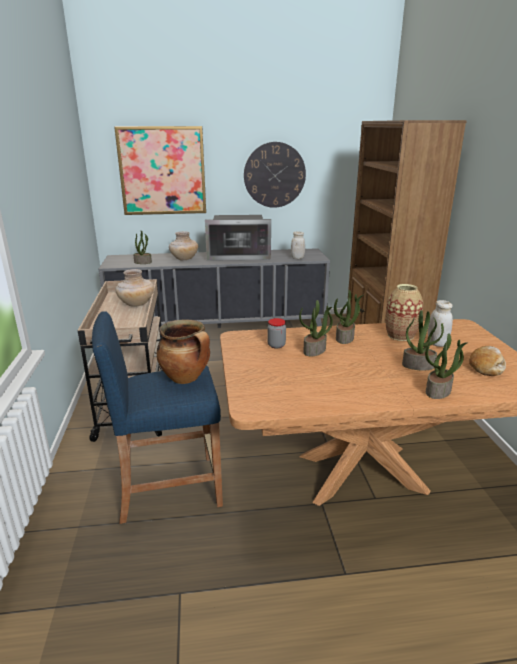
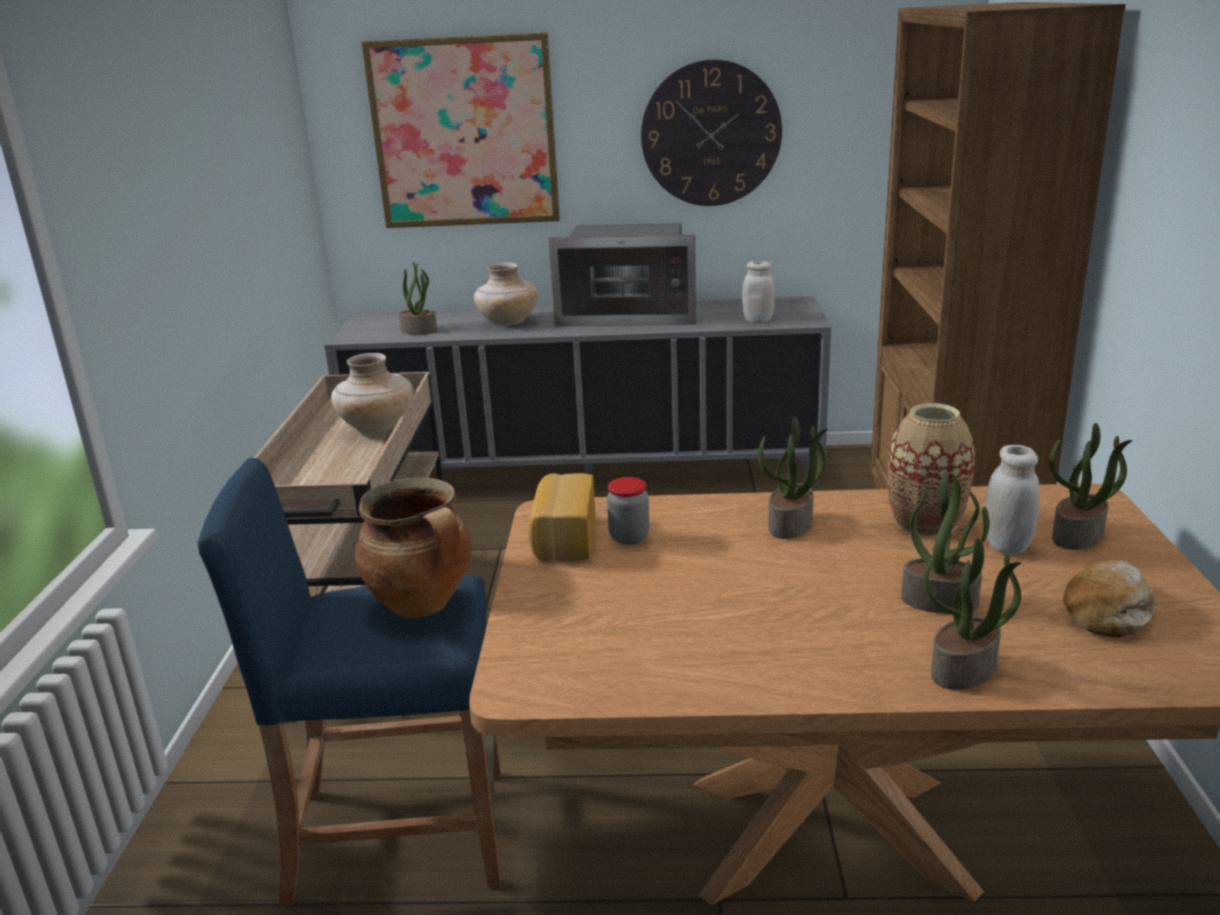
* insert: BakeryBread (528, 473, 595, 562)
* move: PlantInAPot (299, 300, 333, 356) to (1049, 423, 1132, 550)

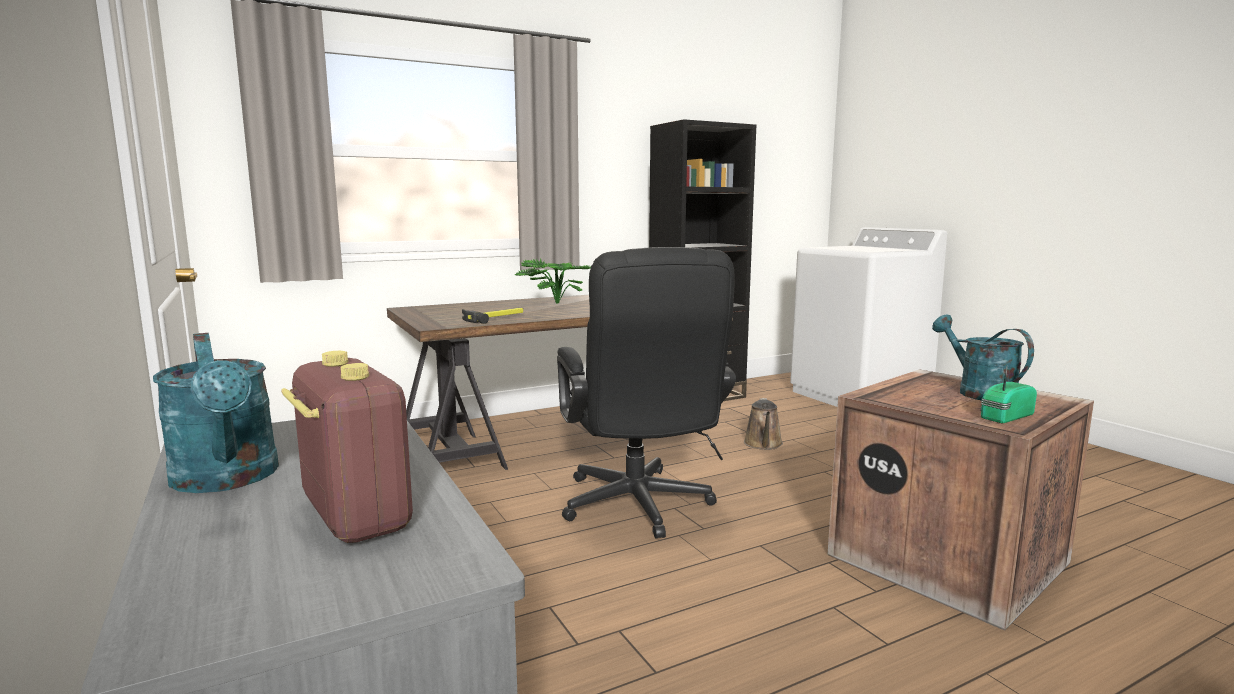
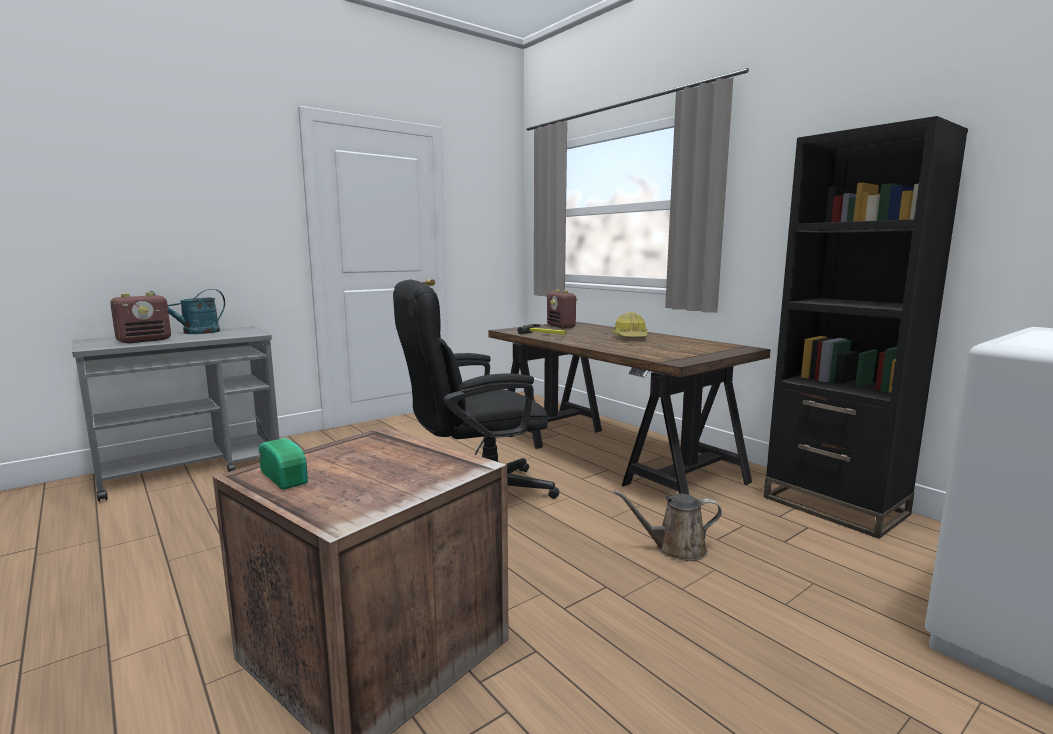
* delete: BlueGreenSprinklingCan (932, 315, 1034, 401)
* insert: RadioReceiver (547, 289, 578, 329)
* replace: PlantInAPot (514, 259, 591, 304) to HardHat (612, 312, 648, 337)

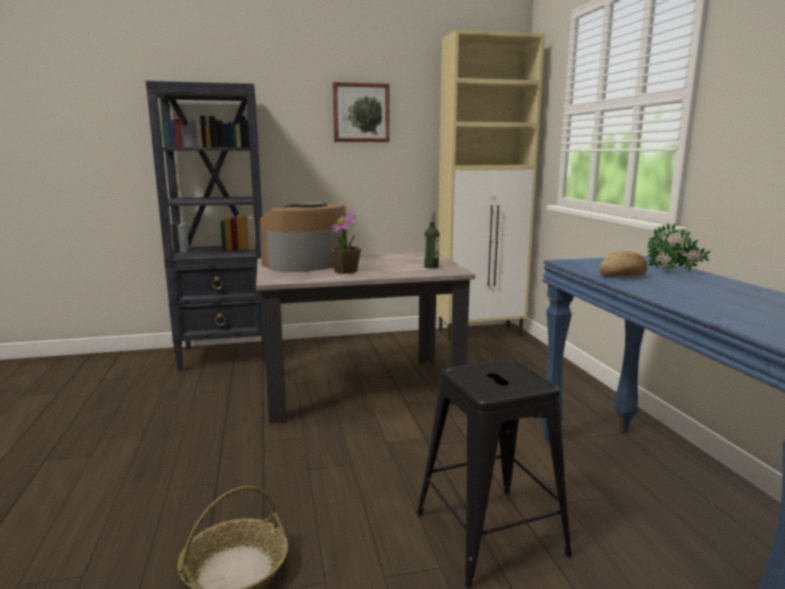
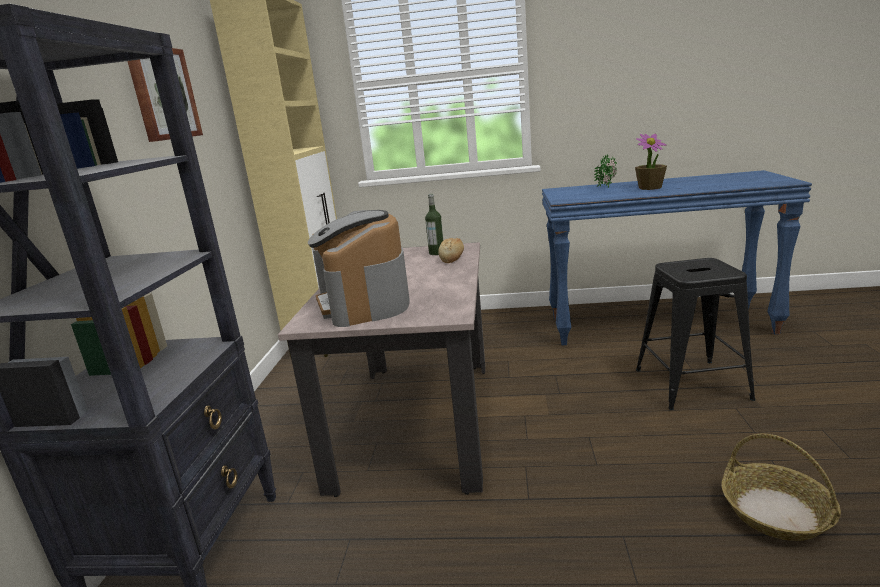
* move: PlantInAPot (329, 213, 361, 274) to (635, 134, 667, 190)
* move: BakeryBread (599, 251, 647, 277) to (438, 238, 464, 263)

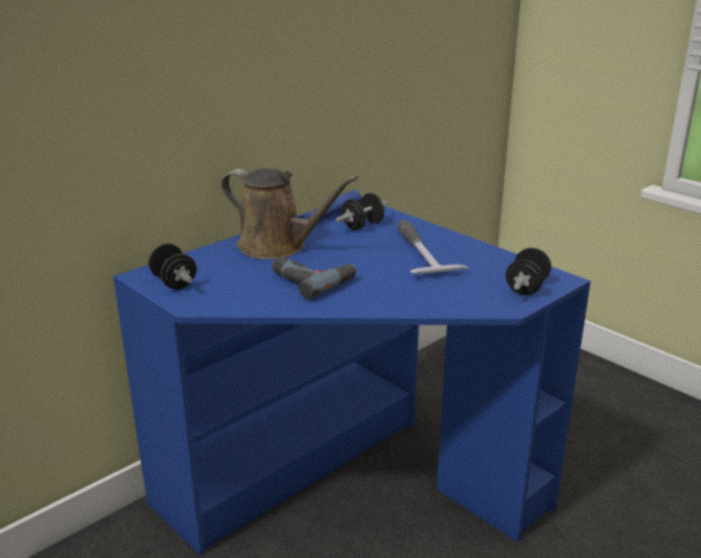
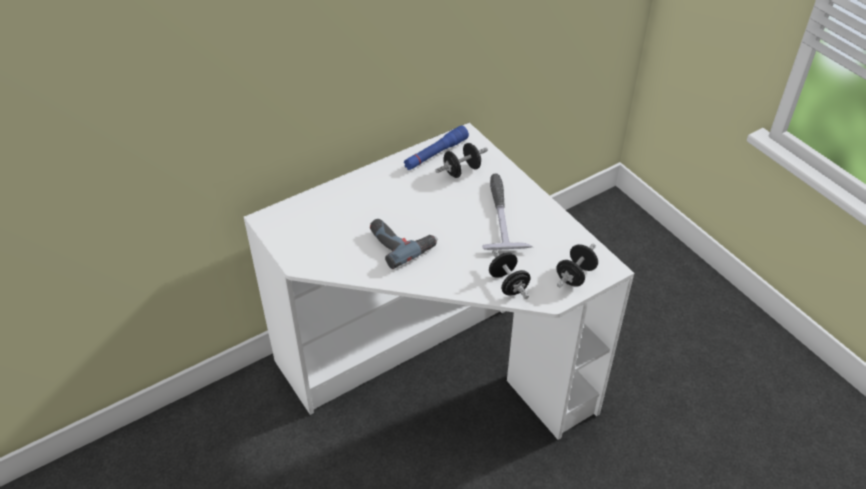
* delete: BrownSprinklingCan (221, 168, 358, 259)
* move: BlackishHandWeight (148, 243, 197, 289) to (489, 250, 530, 299)
* recolor: BlueDeskTable (113, 206, 591, 556) to WhiteDeskTable (244, 123, 634, 440)

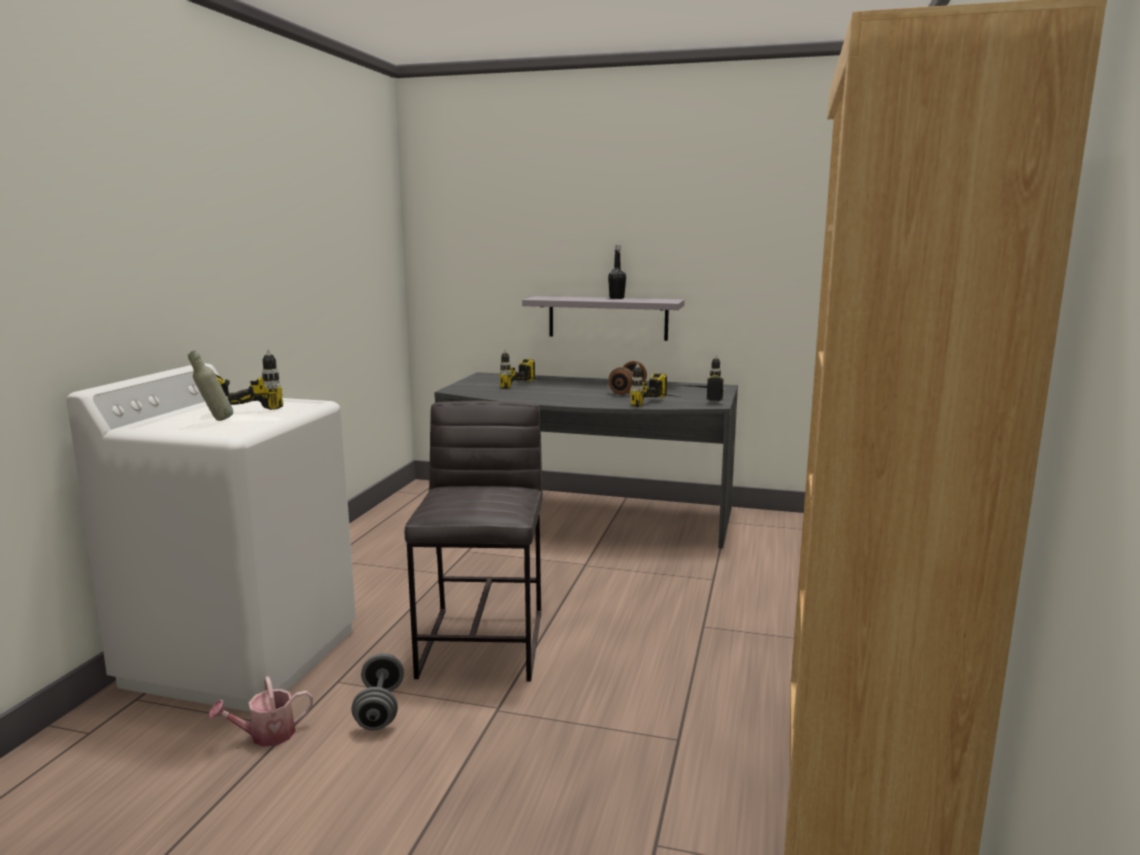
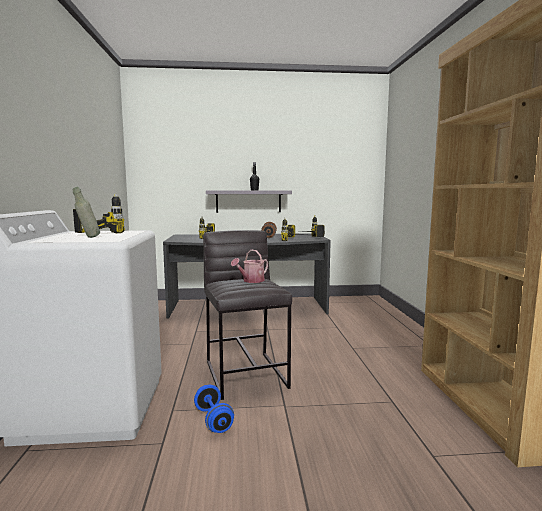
* move: SprinklingCan (208, 676, 313, 747) to (231, 250, 268, 283)
* recolor: GrayHandWeight (351, 653, 404, 731) to BlueHandWeight (194, 385, 234, 433)

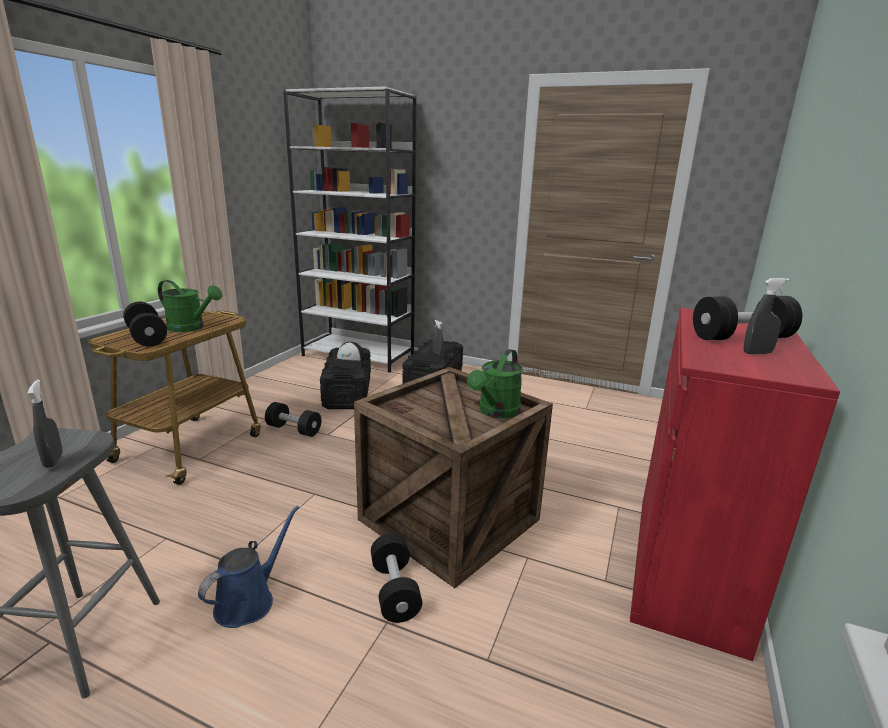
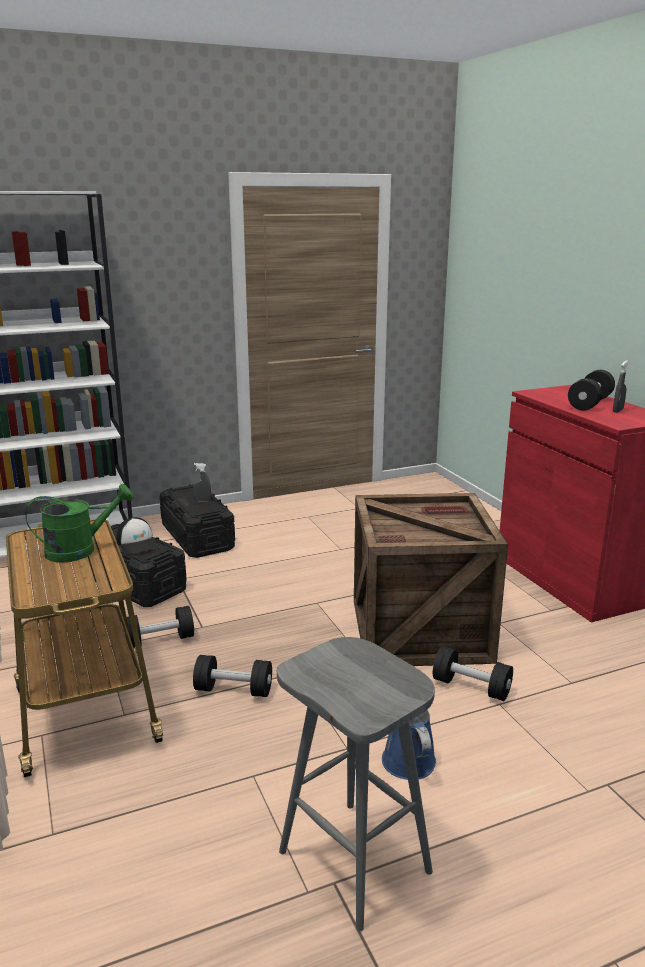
* delete: GrayHandSprayer (27, 380, 63, 468)
* delete: GreenishSprinklingCan (467, 349, 523, 418)
* move: BlackishHandWeight (123, 302, 167, 347) to (193, 655, 272, 697)

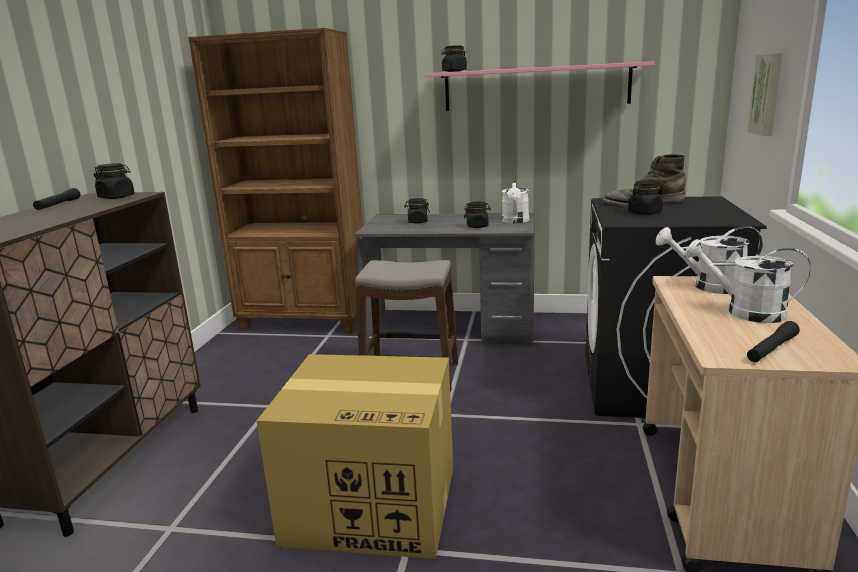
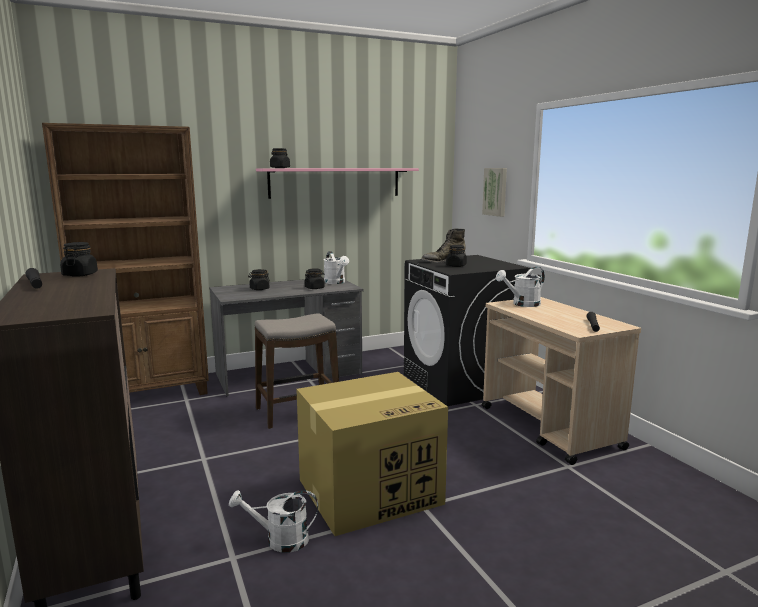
* move: WhiteSprinklingCan (684, 239, 811, 323) to (229, 490, 318, 553)

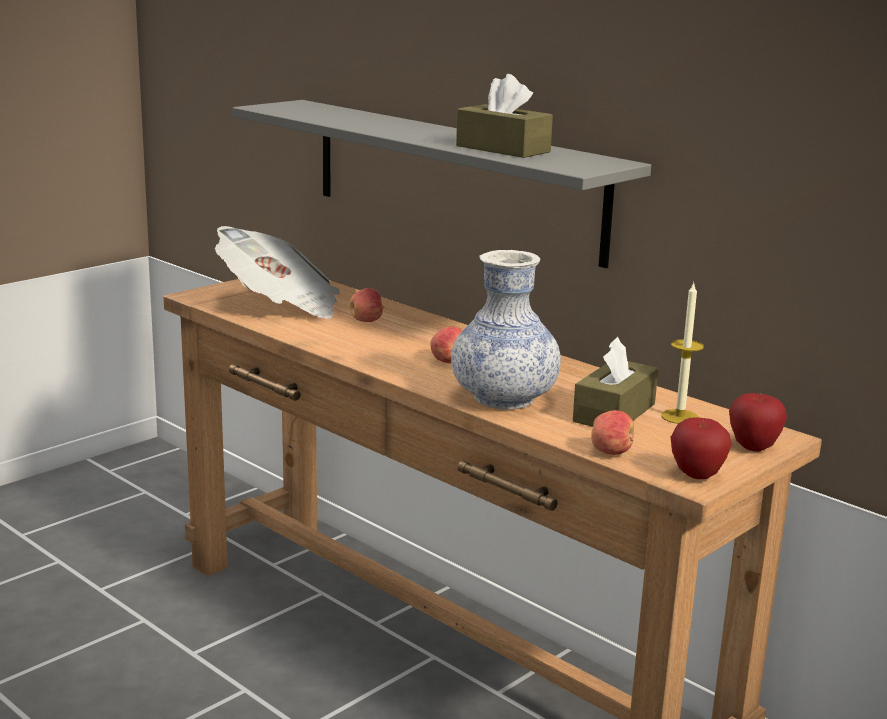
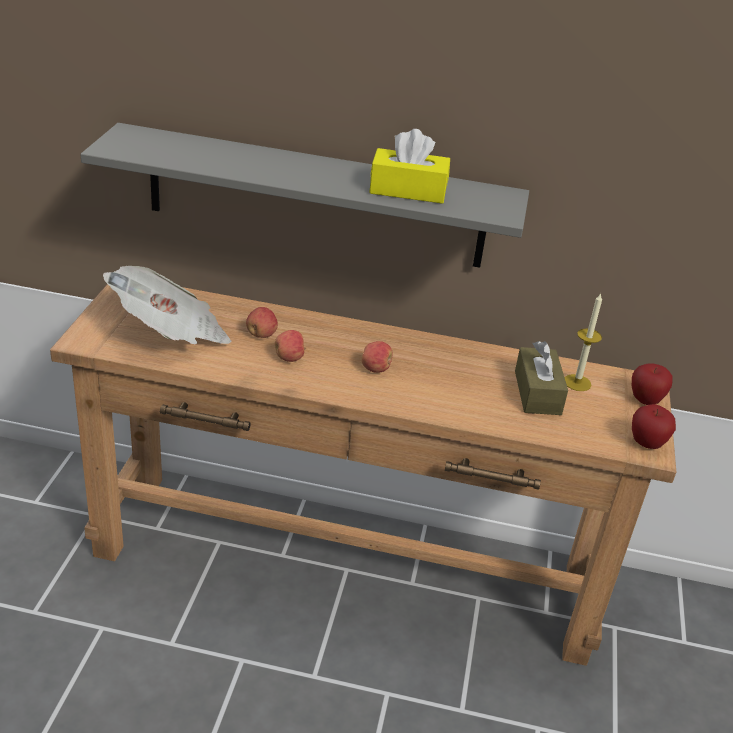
* delete: DecorativeVase (451, 250, 561, 410)
* move: AppleFruit (591, 410, 634, 455) to (275, 330, 306, 362)
* recolor: BrownBoxOfTissues (456, 74, 553, 158) to YellowColouredBoxOfTissues (369, 129, 450, 204)

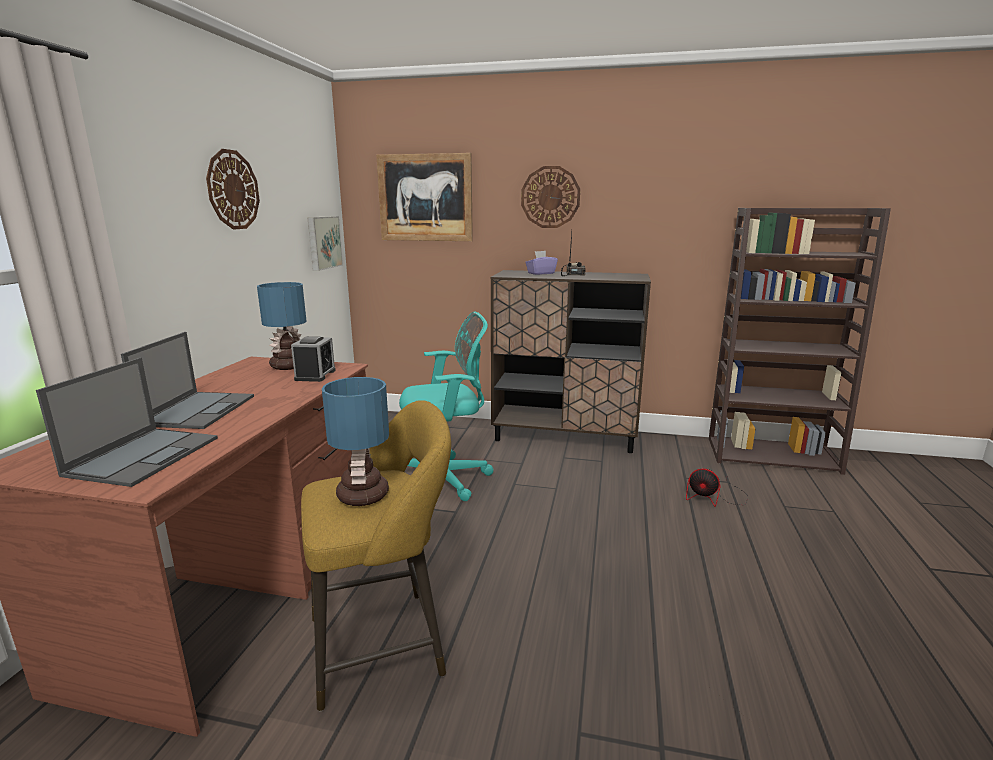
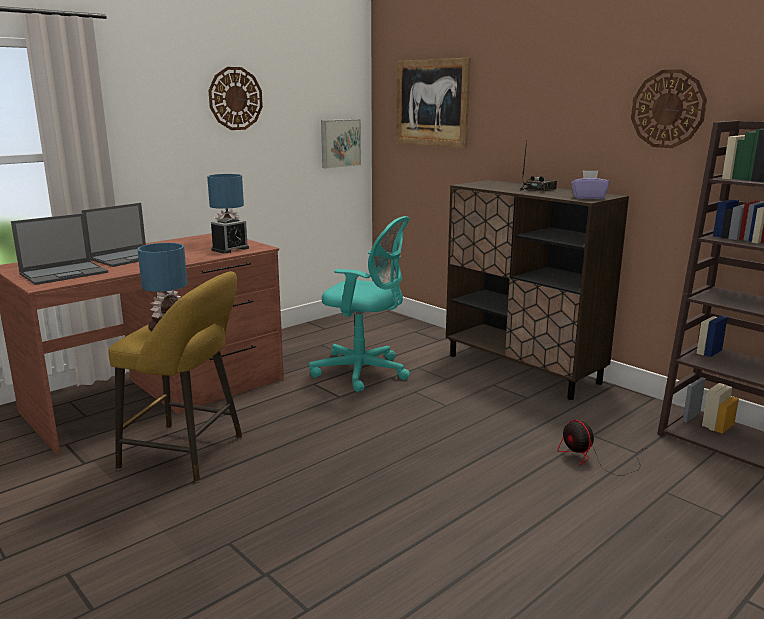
* move: ClockOnTheWall (521, 166, 580, 228) to (631, 69, 707, 148)
* move: PurplishBoxOfTissues (525, 251, 558, 275) to (571, 170, 609, 199)

